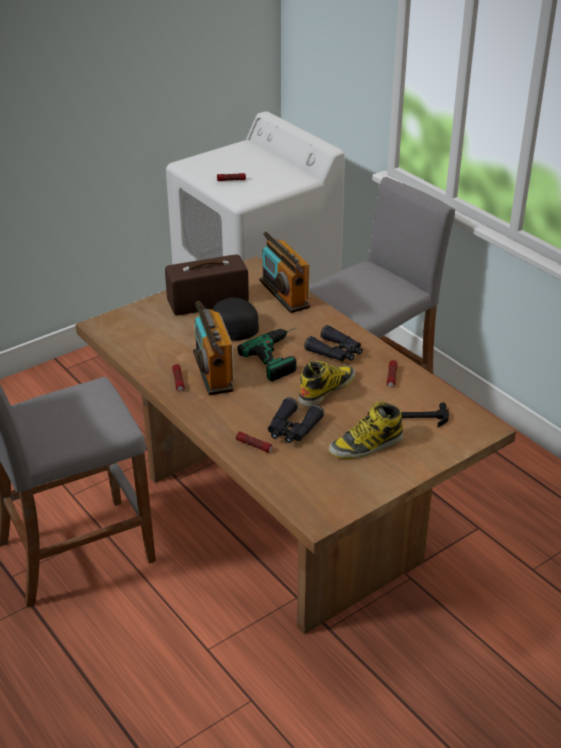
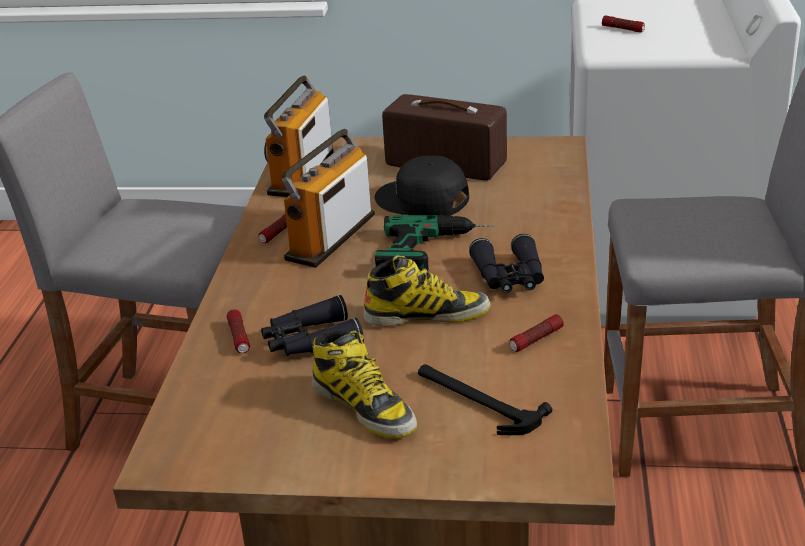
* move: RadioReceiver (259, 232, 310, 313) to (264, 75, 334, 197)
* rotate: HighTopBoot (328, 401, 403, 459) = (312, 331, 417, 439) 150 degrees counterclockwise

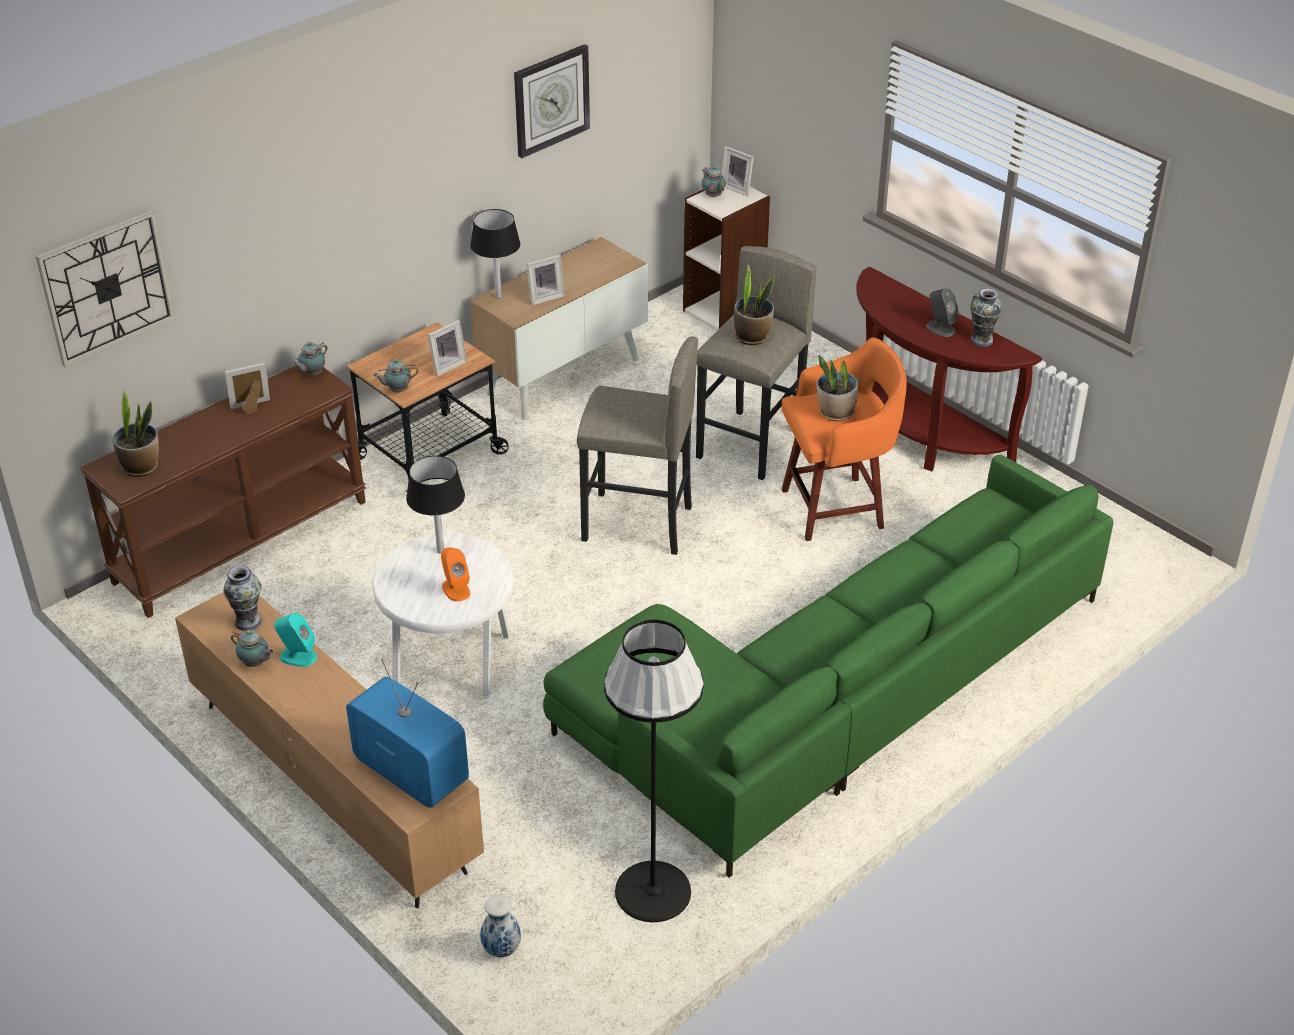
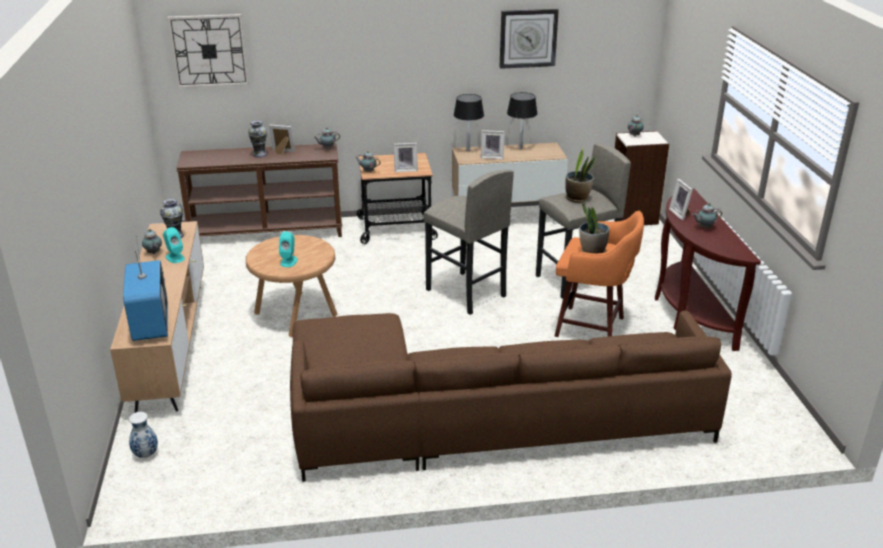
* delete: PlantInAPot (113, 390, 159, 477)
* delete: BlackishStandingLamp (604, 619, 704, 922)
* move: BlackishTabletopLamp (406, 456, 465, 554) to (507, 92, 538, 149)
* move: StandingFrame (722, 146, 754, 197) to (669, 179, 693, 220)
* move: DecorativeVase (970, 288, 1002, 347) to (248, 121, 268, 158)
* replace: GrayLoudspeaker (926, 288, 959, 337) to Teapot (692, 203, 722, 228)
* recolor: WhiteEndTable (372, 533, 514, 696) to BrownEndTable (246, 235, 338, 337)
* recolor: OrangeyLoudspeaker (441, 547, 470, 602) to BlueGreenLoudspeaker (279, 231, 298, 267)
* recolor: GreenishSettee (543, 455, 1113, 878) to BrownSettee (290, 311, 732, 482)

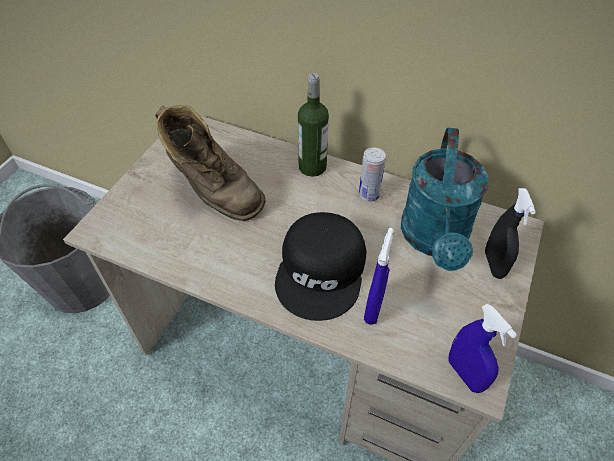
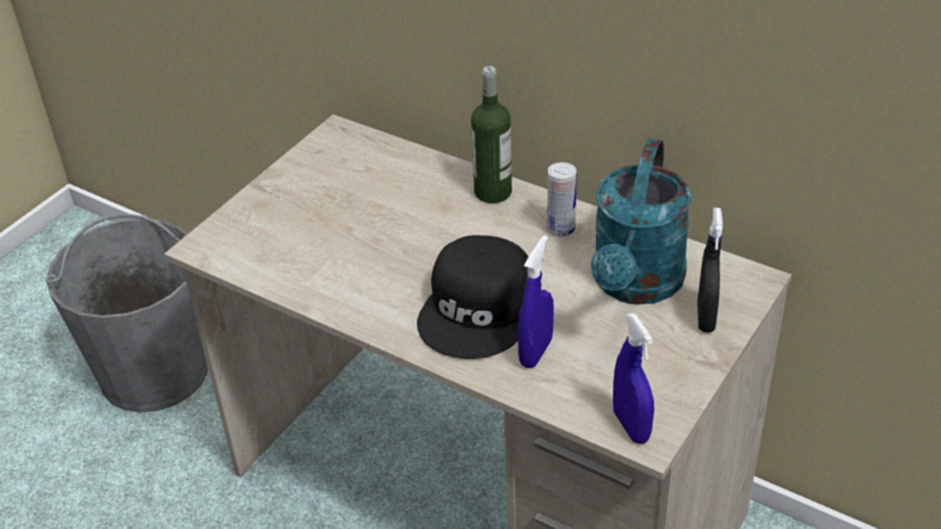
* delete: BrownHighTopBoot (155, 105, 266, 221)

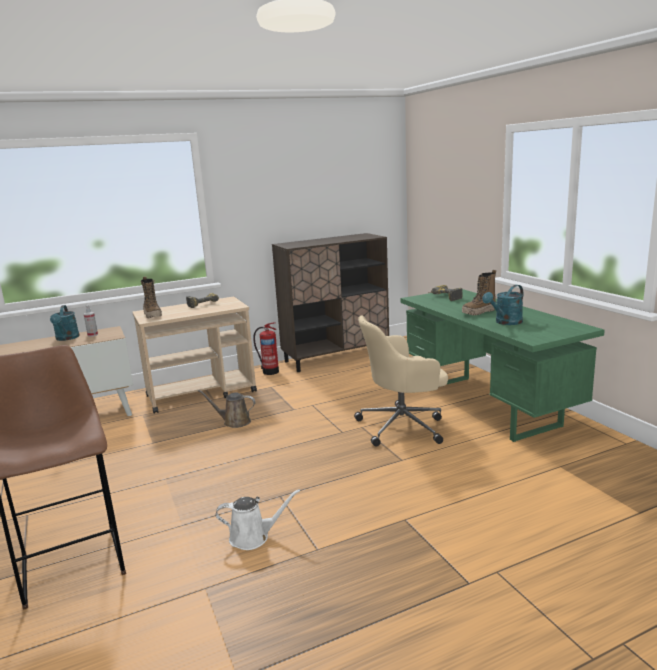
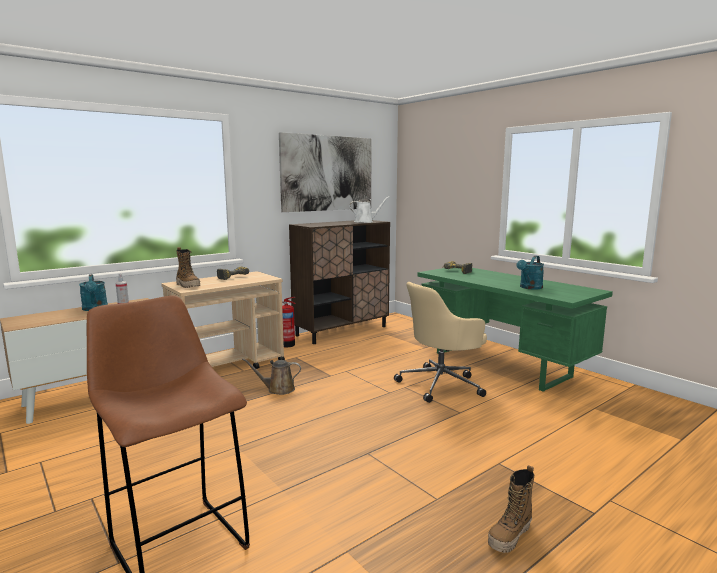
* insert: WallArt (279, 132, 372, 212)
* move: WhiteSprinklingCan (216, 489, 300, 550) to (349, 196, 390, 223)
* move: HighTopBoot (462, 270, 496, 315) to (488, 465, 534, 553)

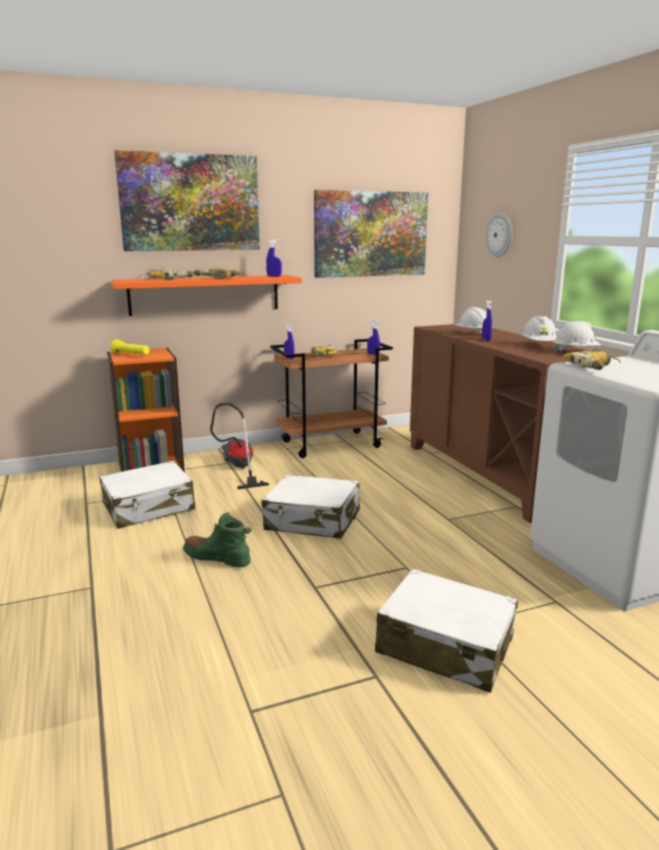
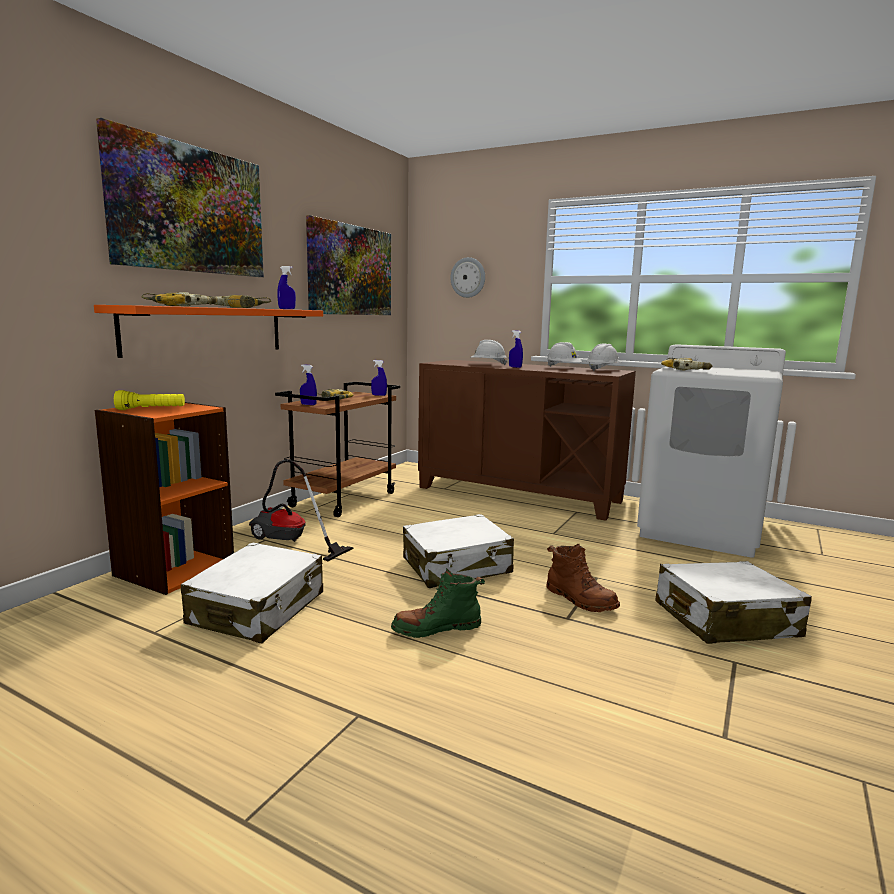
* insert: BrownHighTopBoot (546, 544, 620, 612)

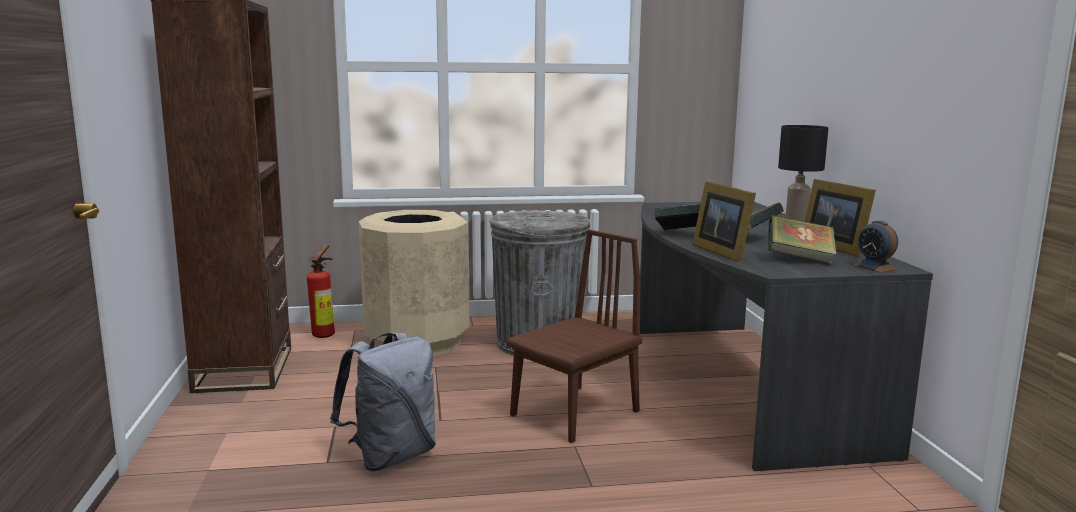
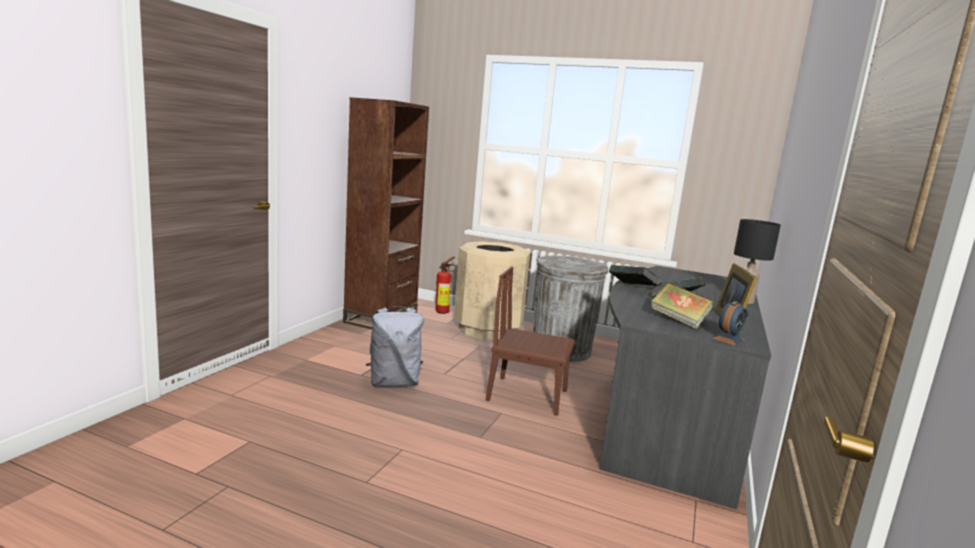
* delete: StandingFrame (692, 181, 756, 262)
* rotate: BrownPlainChair (507, 229, 642, 443) = (486, 267, 575, 416) 150 degrees counterclockwise
* rotate: AlarmClock (853, 221, 898, 273) = (712, 301, 747, 345) 135 degrees counterclockwise

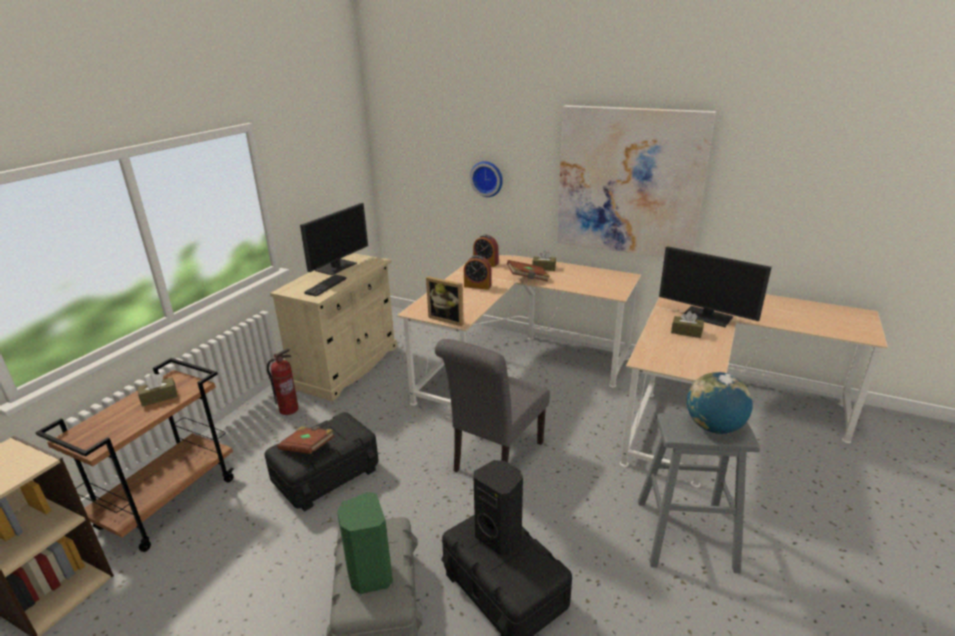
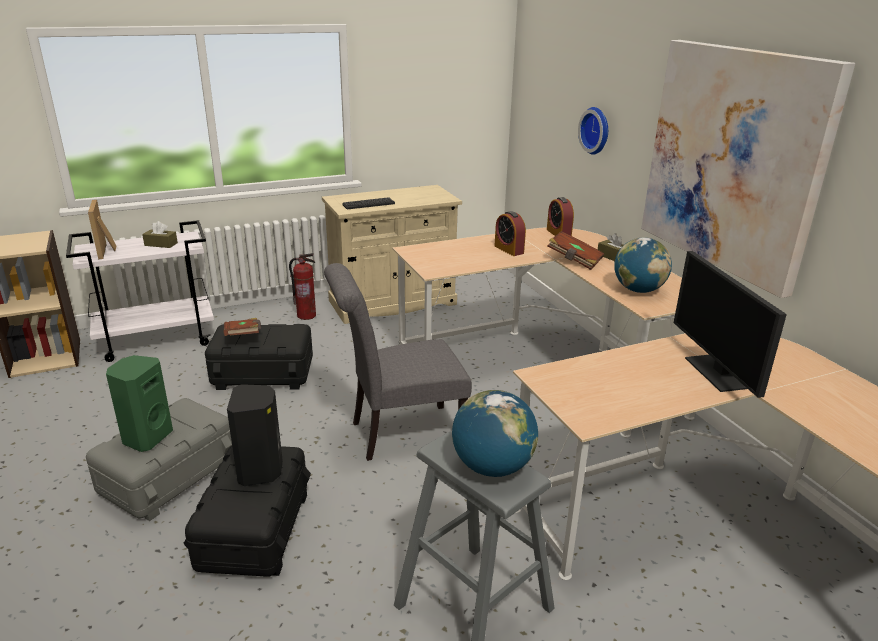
* delete: Monitor (300, 203, 368, 275)
* delete: BrownBoxOfTissues (671, 311, 704, 338)
* insert: DeskGlobe (614, 237, 672, 293)
* move: StandingFrame (426, 276, 464, 326) to (88, 200, 116, 259)
* recolor: BrownWheeledCart (35, 358, 234, 552) to WhiteWheeledCart (66, 220, 214, 362)

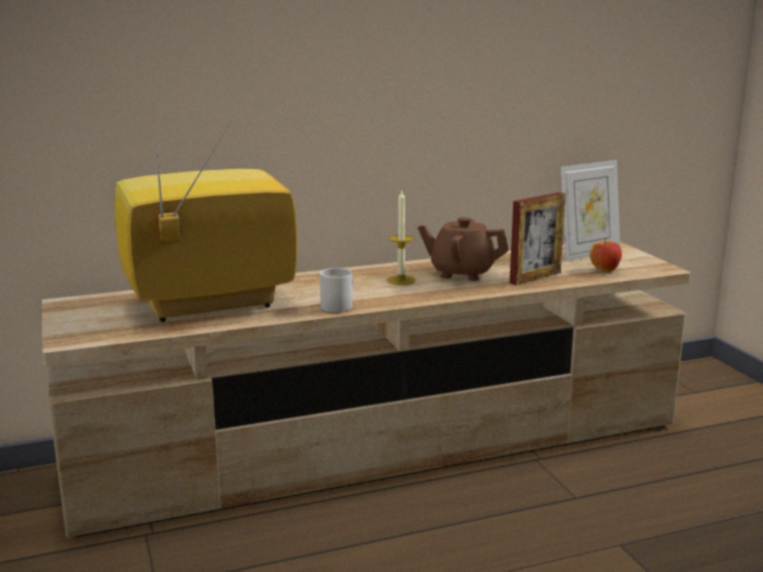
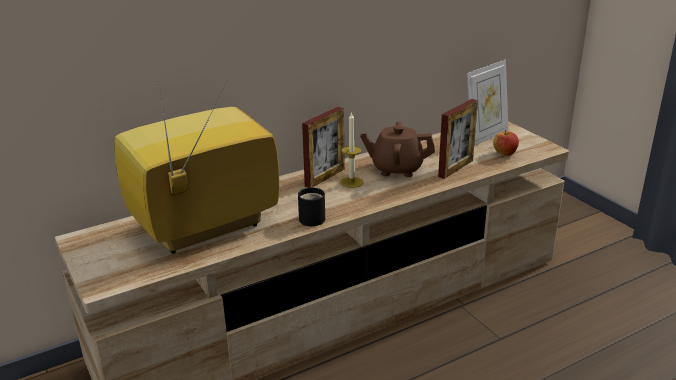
* insert: StandingFrame (302, 107, 345, 188)
* recolor: WhiteTeaMug (320, 268, 353, 312) to BlackishTeaMug (298, 188, 325, 226)

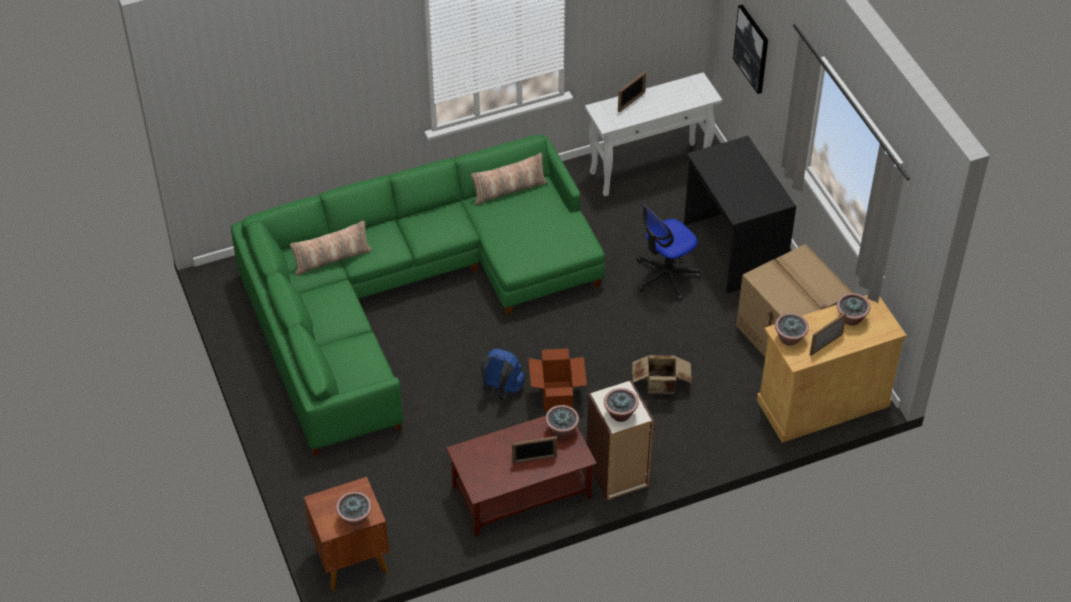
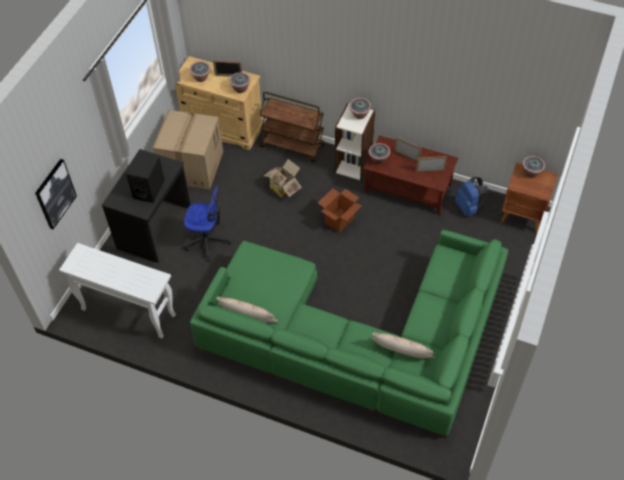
* insert: BlackishLoudspeaker (126, 152, 165, 203)
* insert: BrownWheeledCart (259, 92, 325, 163)
* move: BlueBackpack (481, 349, 525, 400) to (455, 177, 489, 216)
* move: StandingFrame (618, 71, 646, 112) to (416, 156, 447, 172)

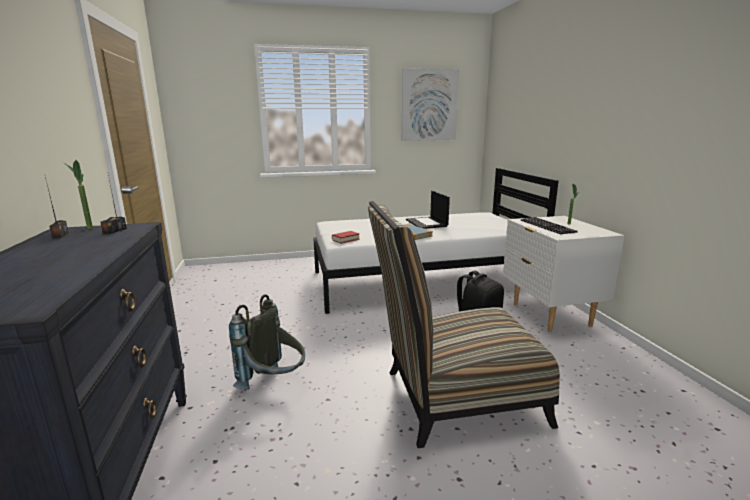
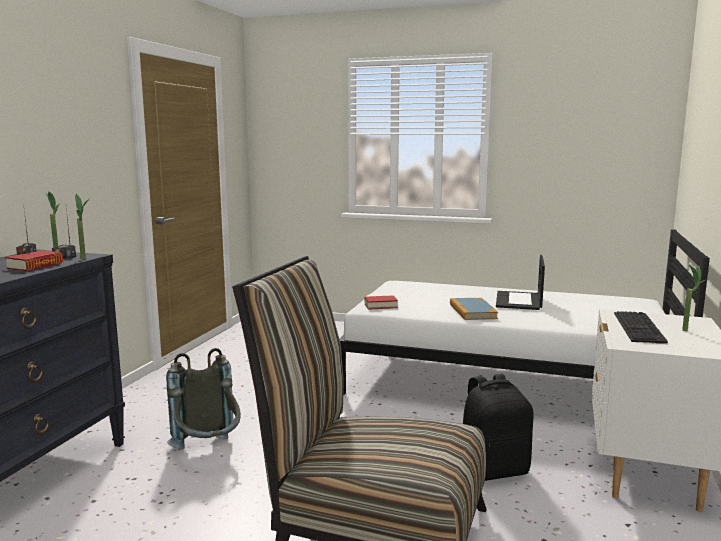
* delete: WallArt (402, 69, 459, 141)
* insert: Book (5, 250, 63, 271)
* insert: PlantInAPot (75, 194, 90, 259)

